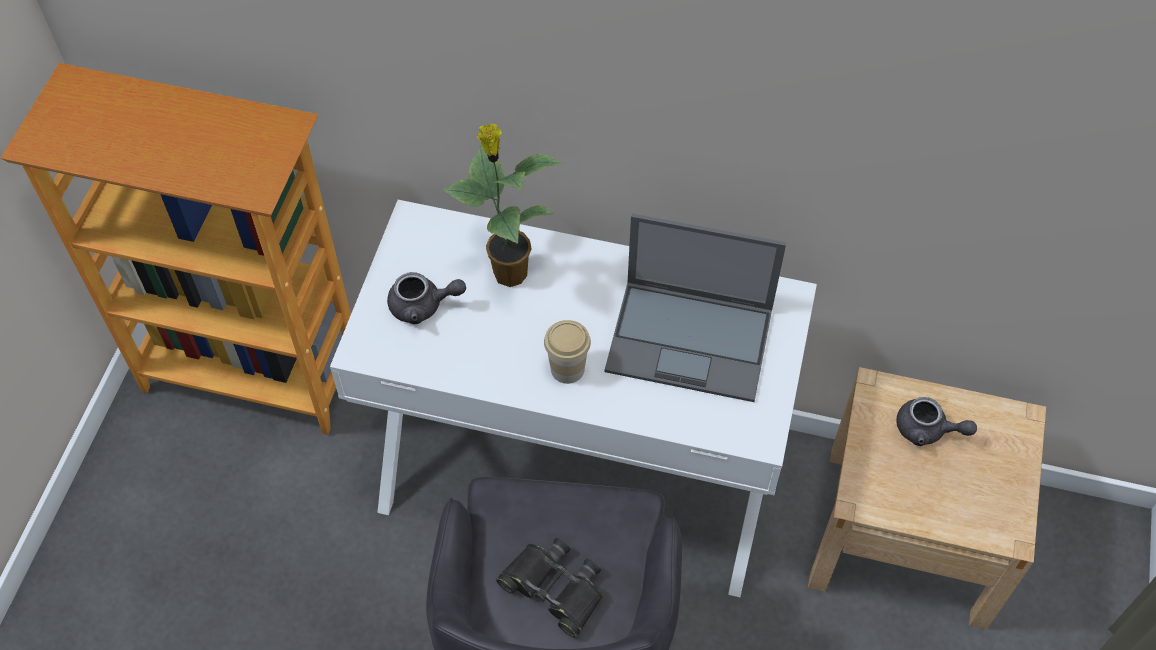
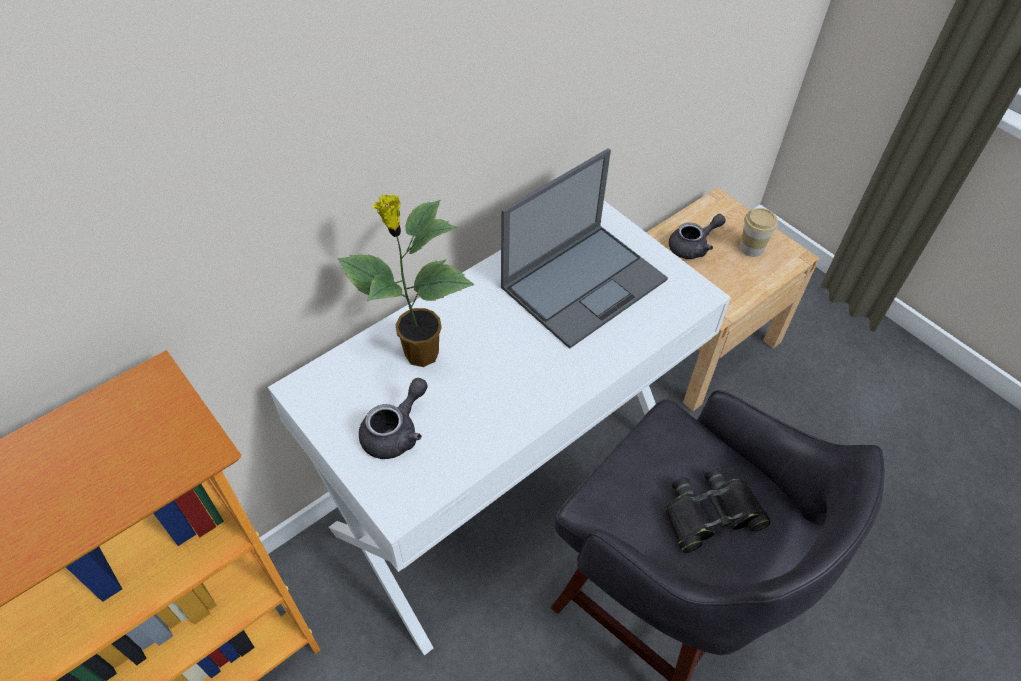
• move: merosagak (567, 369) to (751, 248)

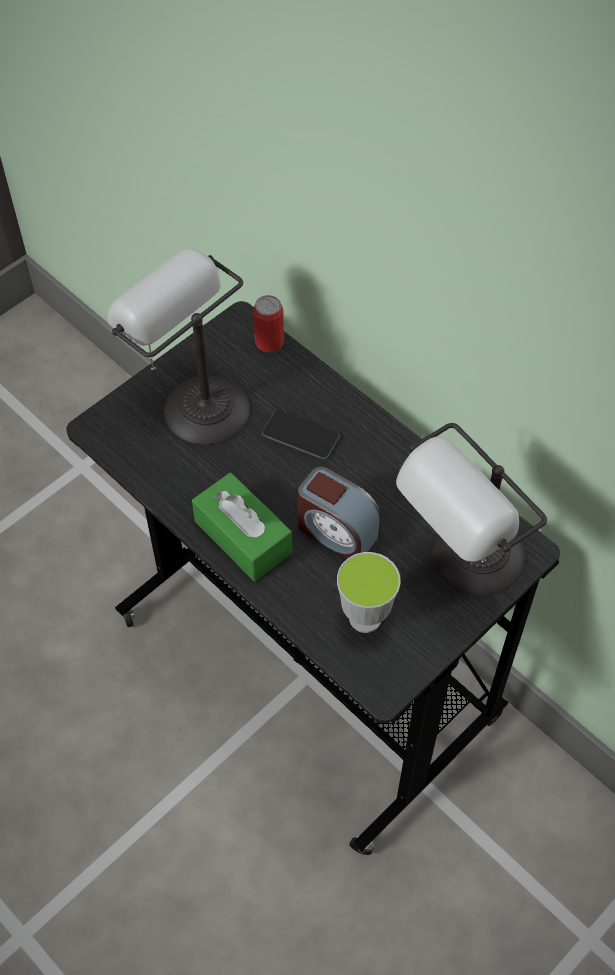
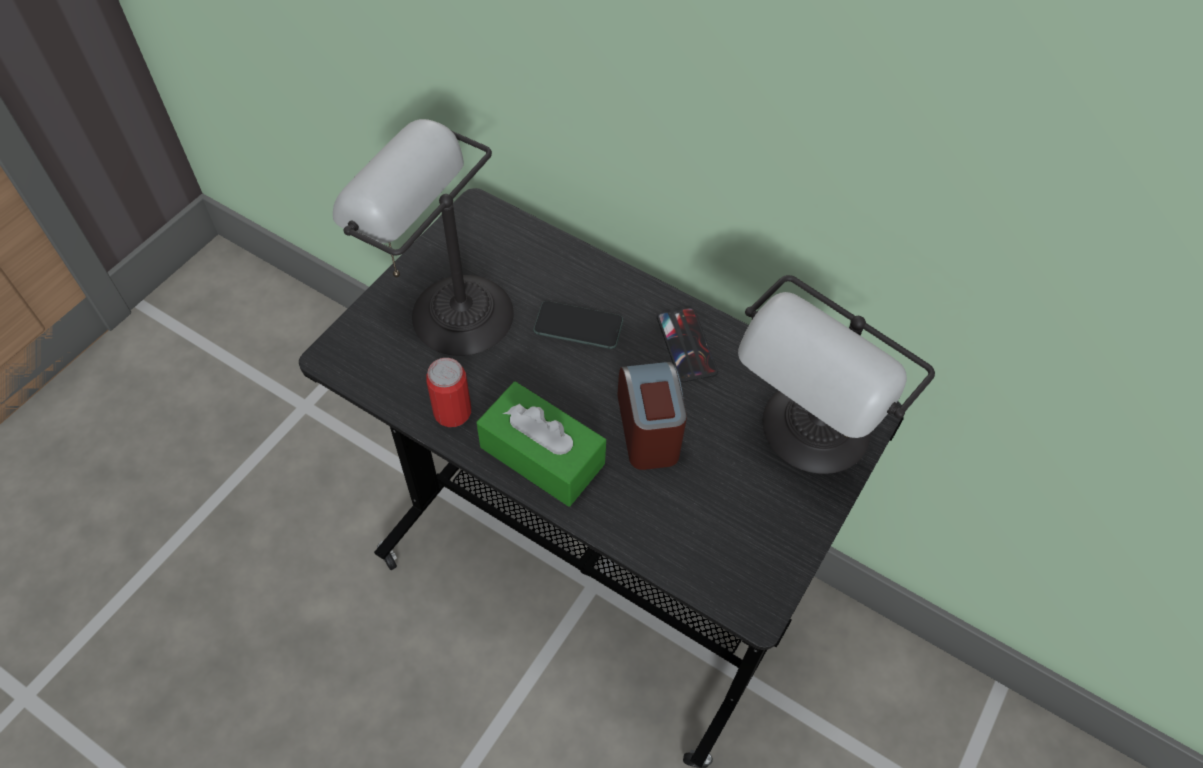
• move: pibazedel (269, 342) to (452, 412)
• rotate: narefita (336, 531) = (649, 429) 120 degrees counterclockwise
• delete: merosagak (365, 618)
• insert: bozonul (686, 345)

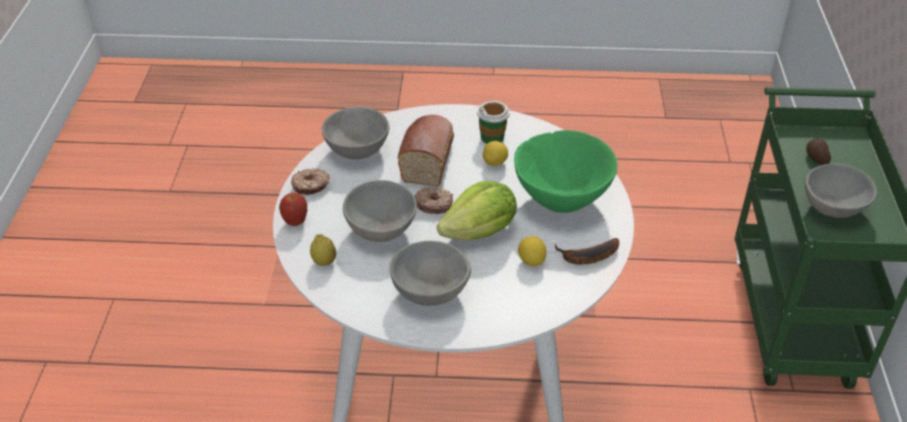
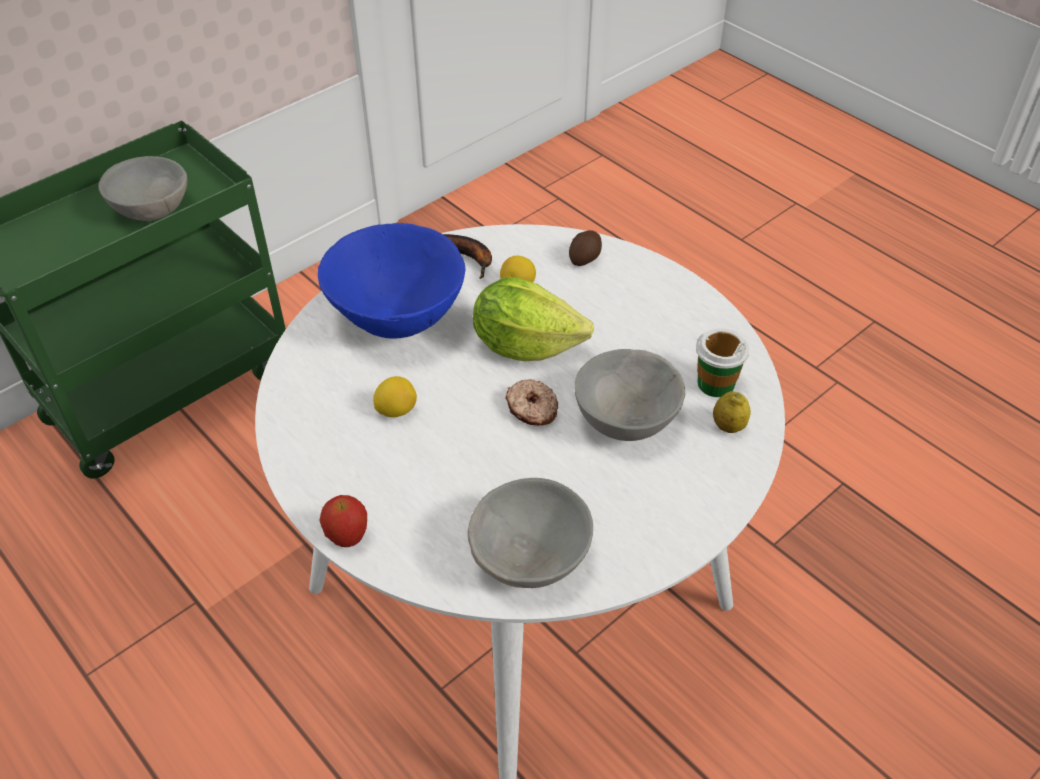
• move: merosagak (492, 137) to (715, 383)
• delete: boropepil (428, 159)
• recolor: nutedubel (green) (562, 199) to nutedubel (blue) (397, 320)
• move: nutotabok (815, 158) to (586, 257)
• delete: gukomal (310, 186)
• move: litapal (295, 222) to (347, 538)
• delete: nutedubel (grey) (430, 291)

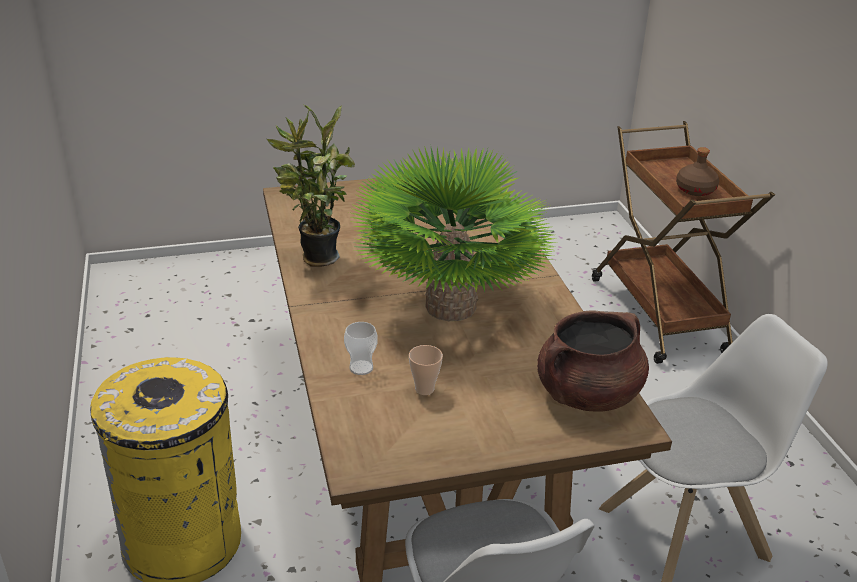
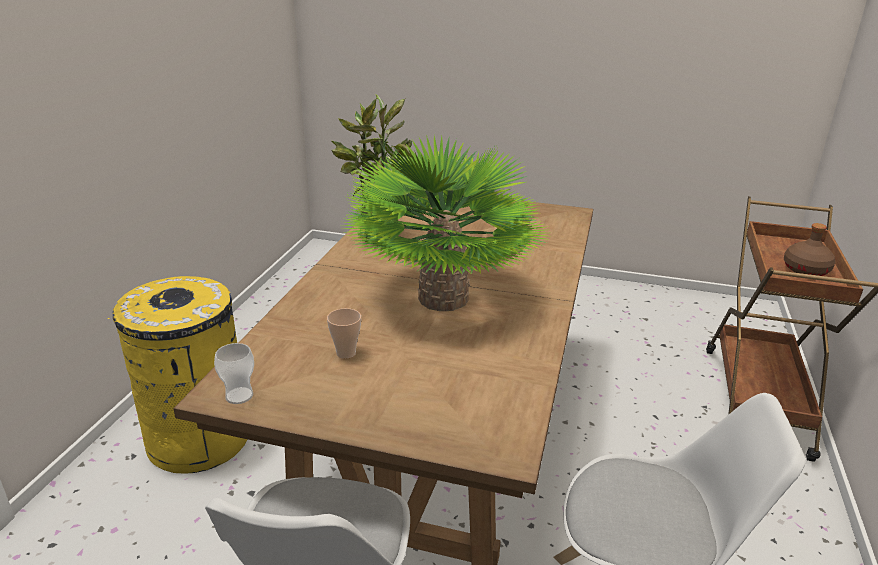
• delete: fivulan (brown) (587, 395)
• move: merosagak (361, 368) to (239, 396)

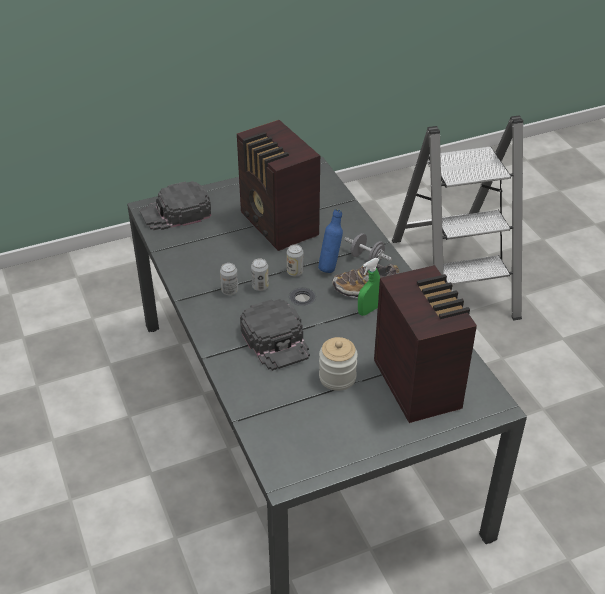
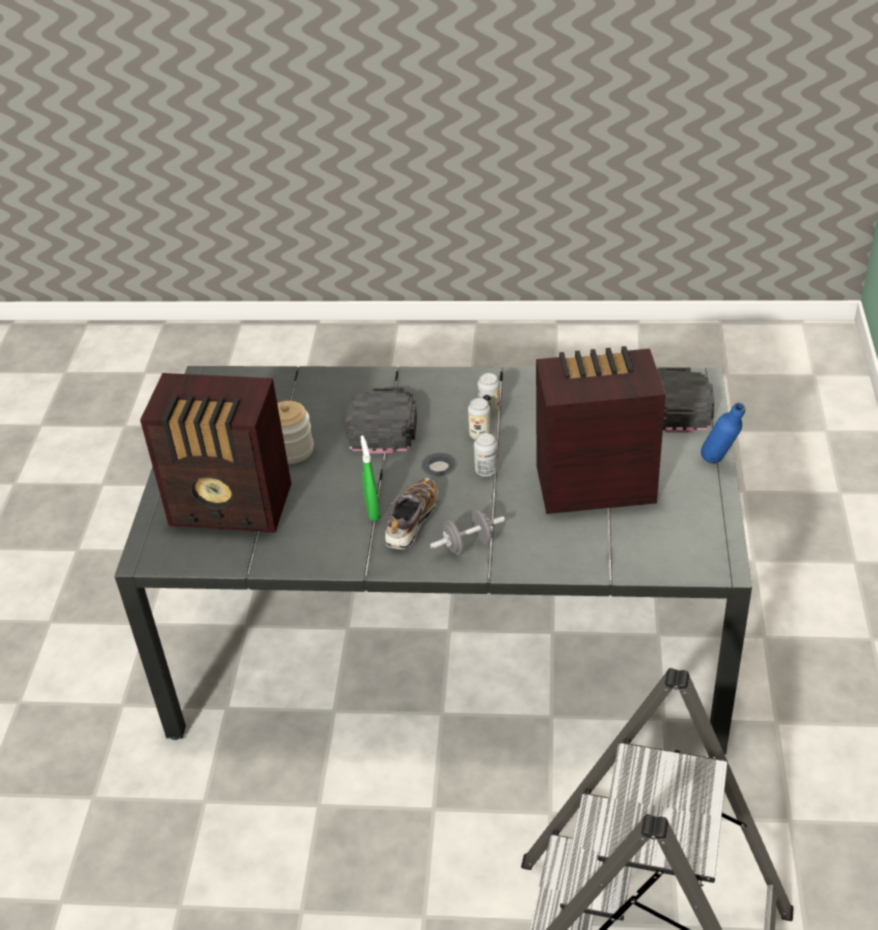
• move: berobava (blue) (330, 267) to (719, 464)
• rotate: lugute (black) (276, 340) = (382, 422) 90 degrees clockwise

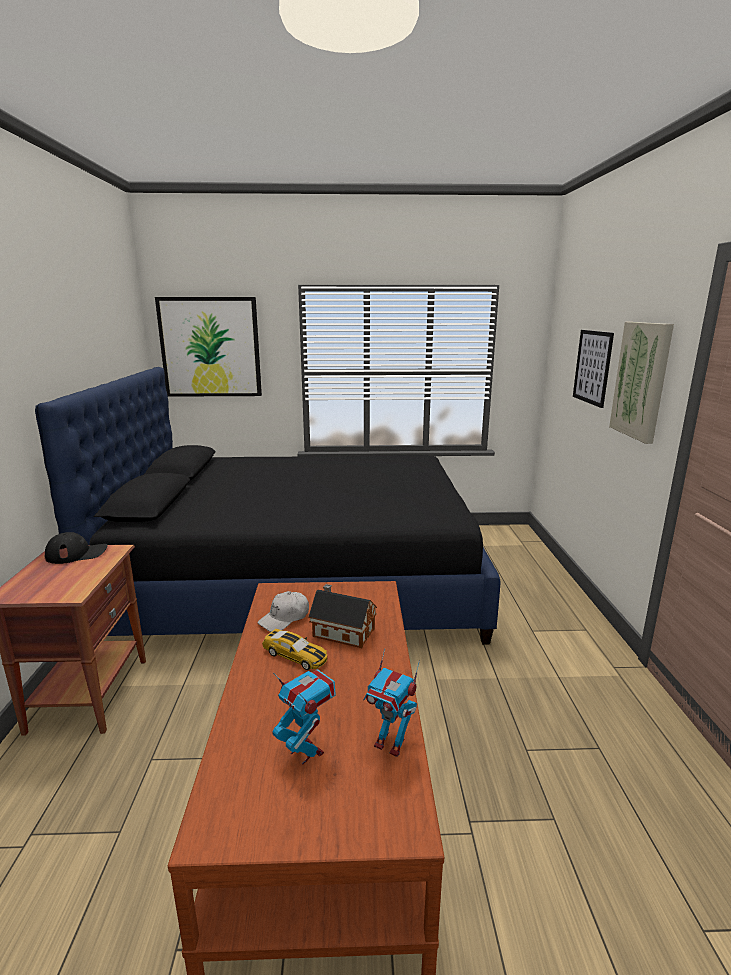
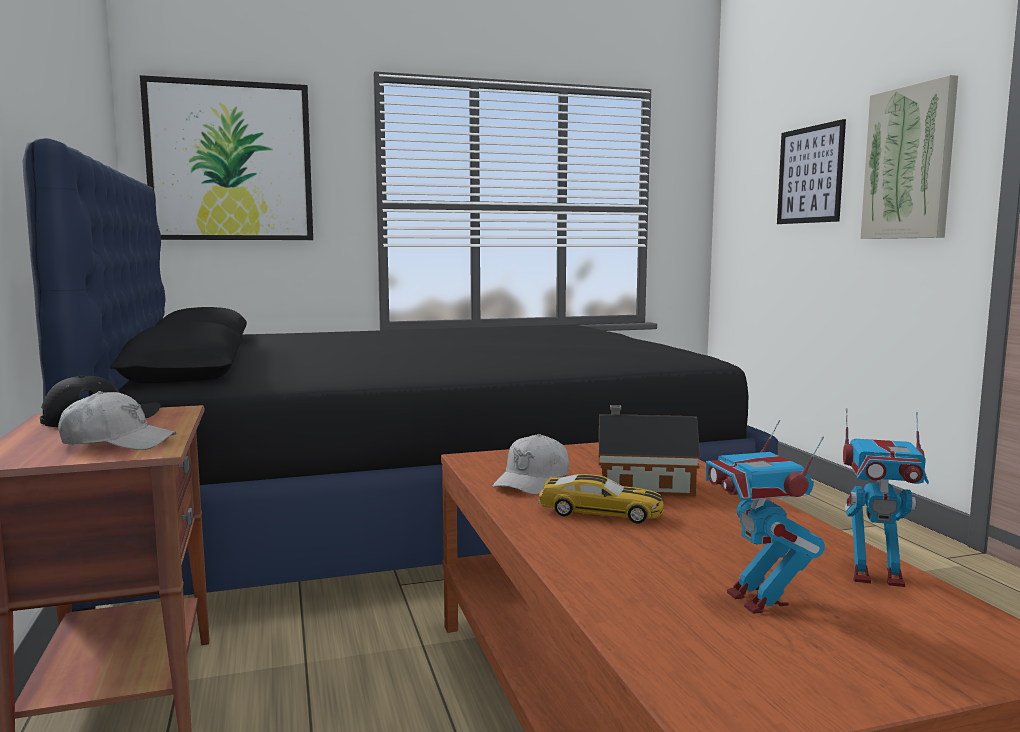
• rotate: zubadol (306, 751) = (758, 600) 135 degrees counterclockwise
• insert: lugute (white) (118, 442)

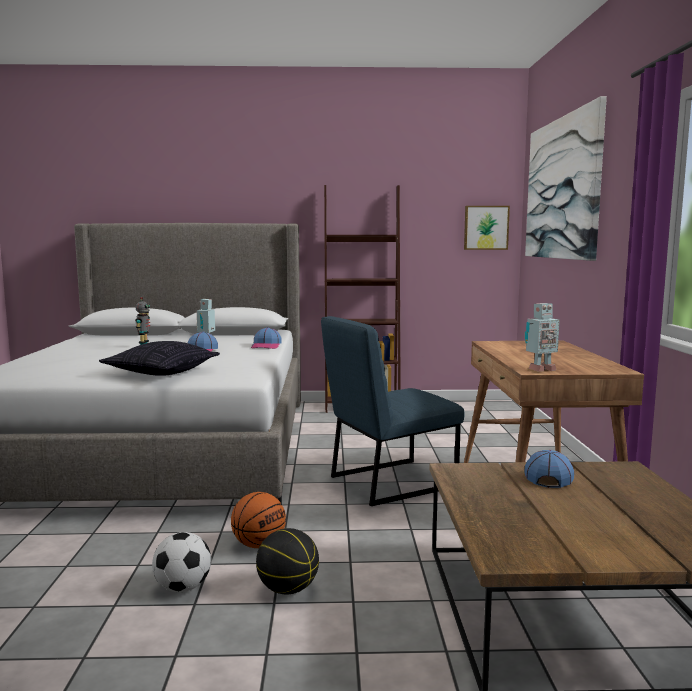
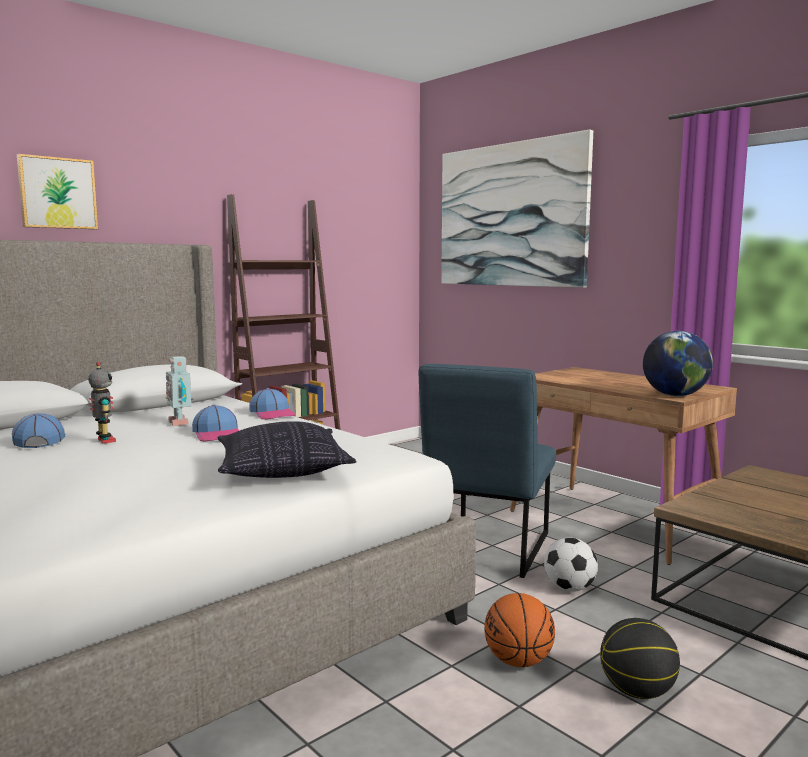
• move: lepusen (486, 227) to (57, 193)
• replace: zubadol (540, 369) to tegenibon (675, 395)
• move: lugute (548, 476) to (40, 440)
• move: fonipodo (183, 587) to (569, 588)

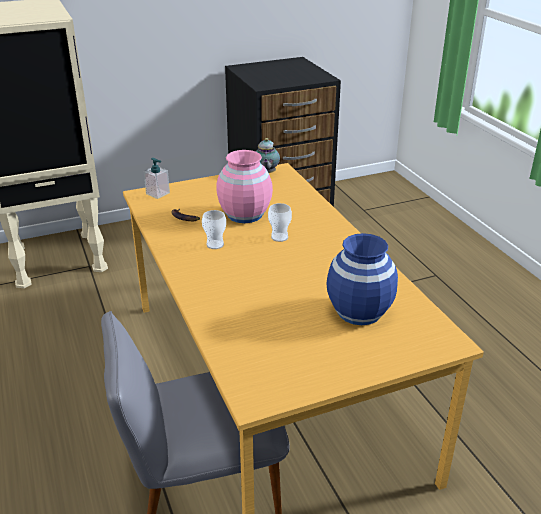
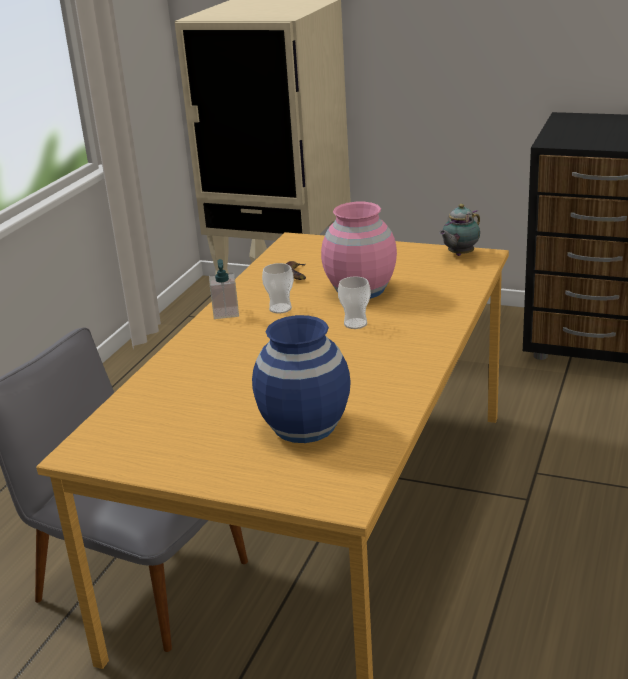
• move: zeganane (158, 193) to (226, 313)

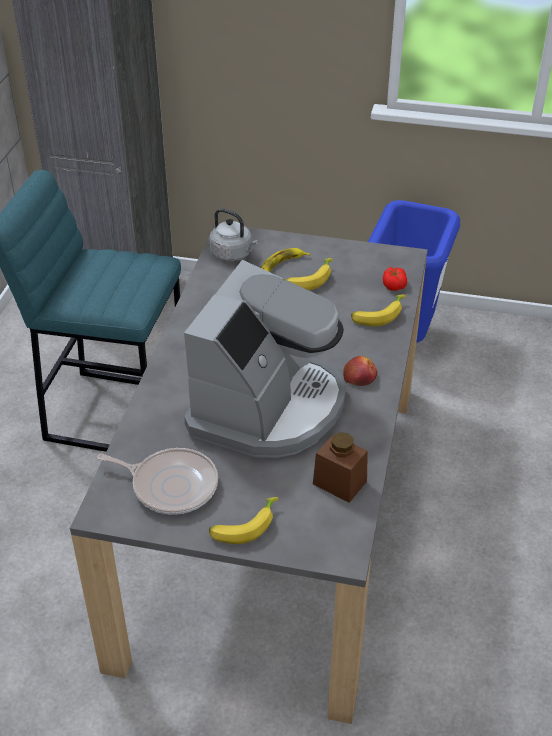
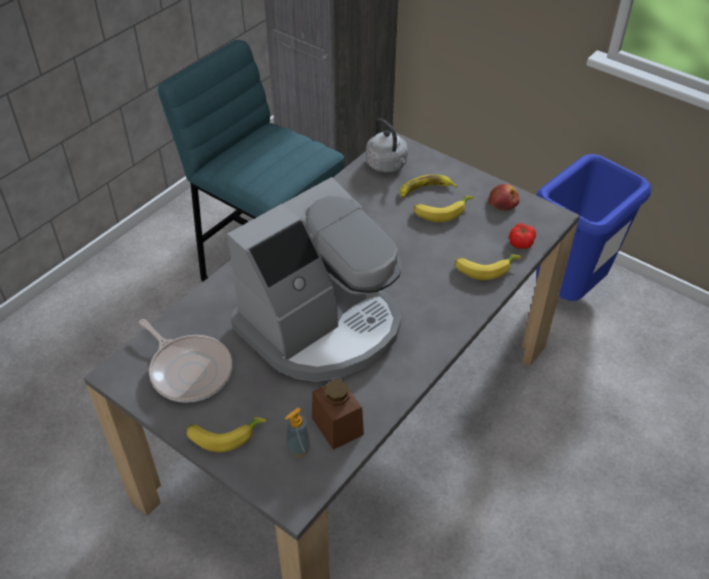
• move: litapal (360, 377) to (503, 203)
• insert: zeganane (298, 448)

